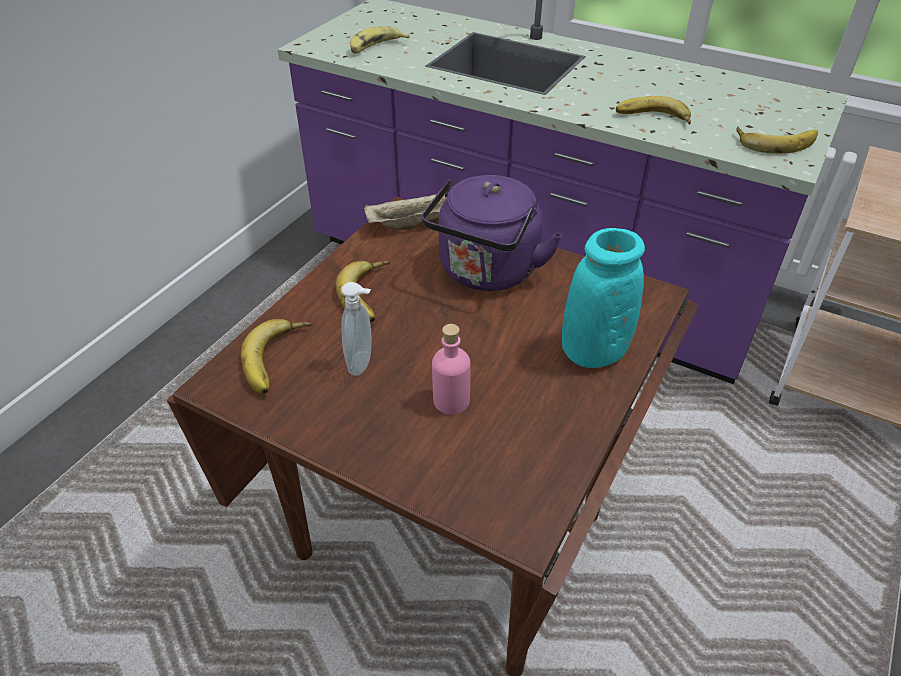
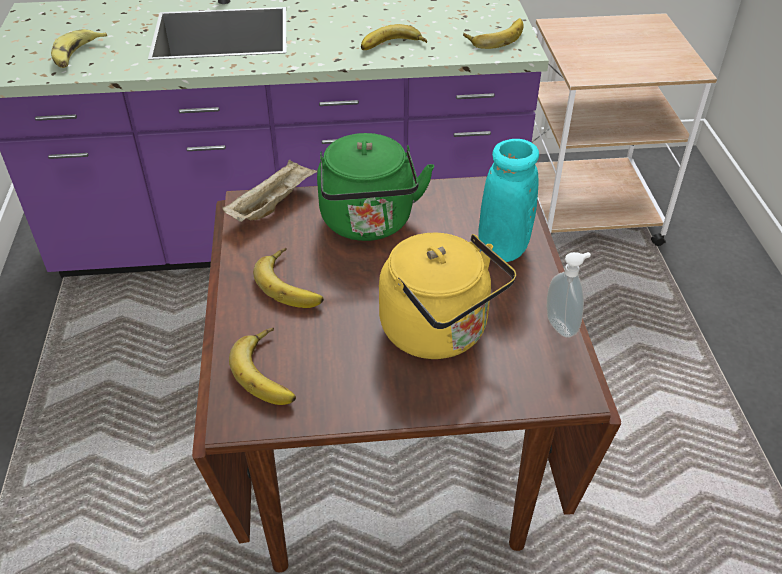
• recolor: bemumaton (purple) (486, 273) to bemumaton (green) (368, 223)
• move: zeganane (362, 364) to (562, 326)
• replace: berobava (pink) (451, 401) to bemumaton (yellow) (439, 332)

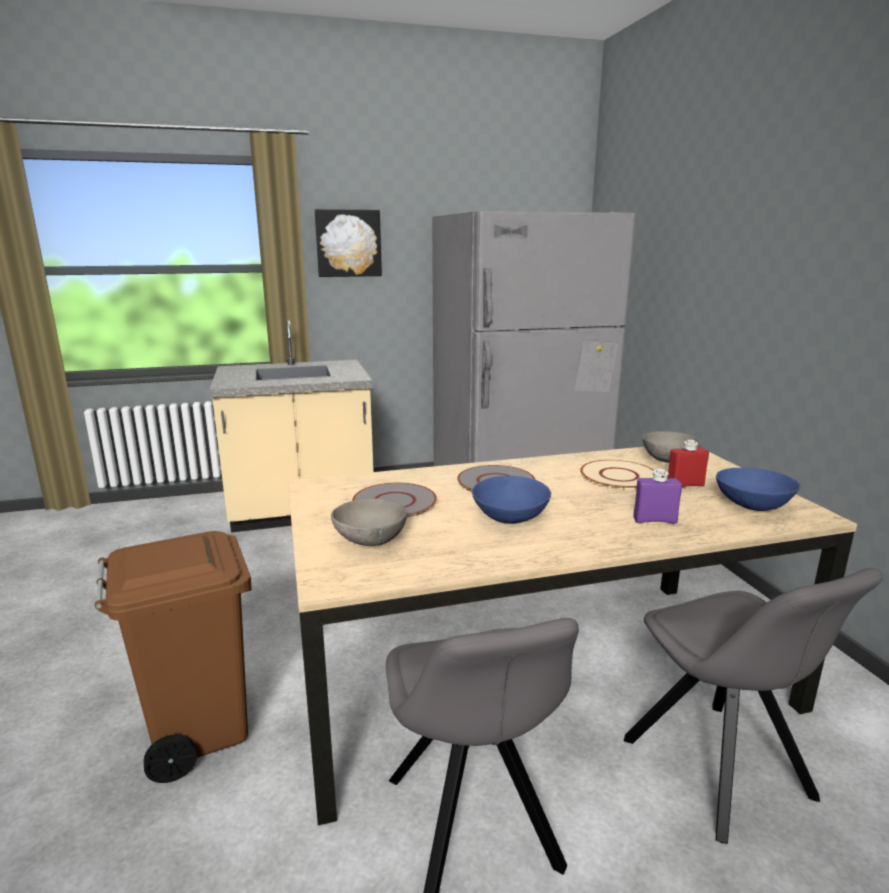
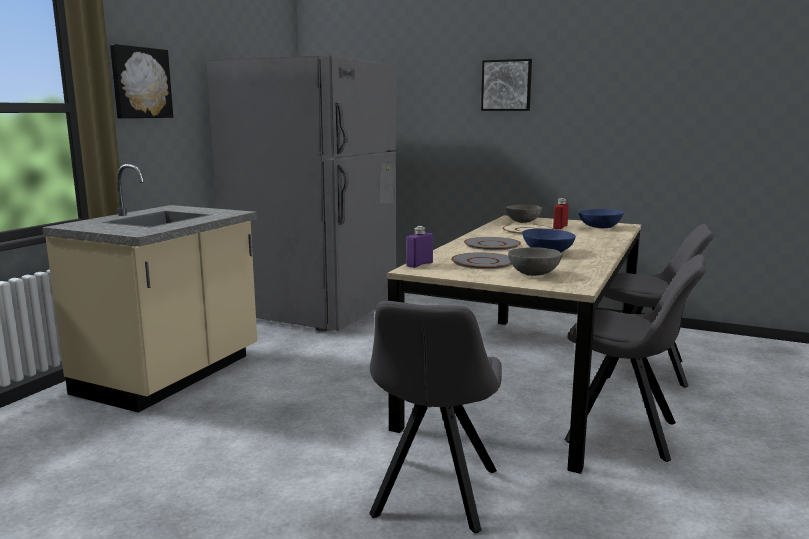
• move: berobava (purple) (654, 520) to (419, 264)
• replace: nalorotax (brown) (198, 729) to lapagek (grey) (434, 493)
• insert: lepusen (506, 85)

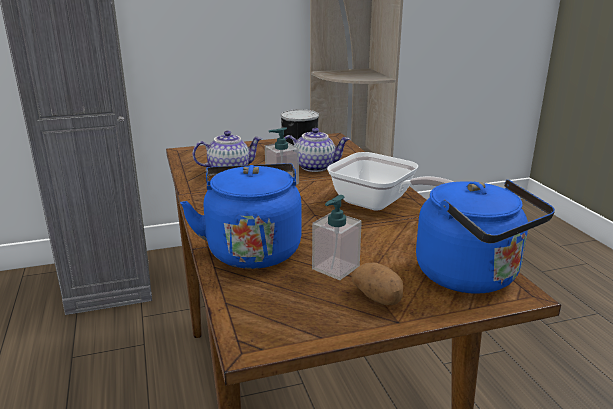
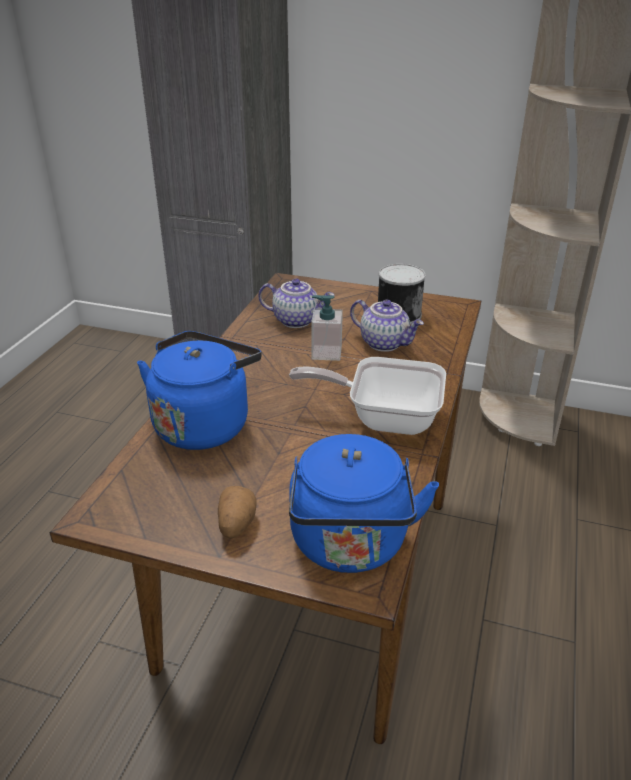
• rotate: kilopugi (379, 204) = (384, 418) 120 degrees clockwise
• delete: zeganane (335, 268)

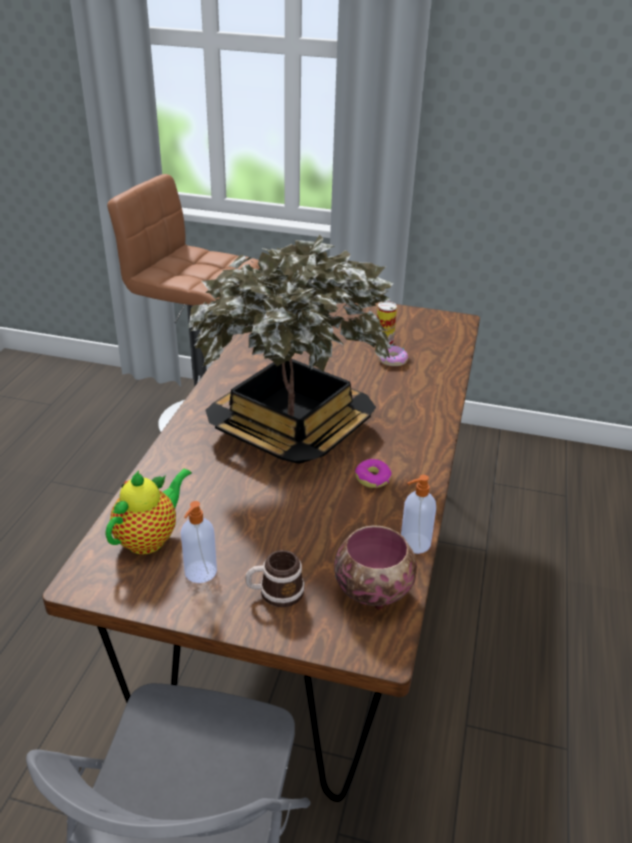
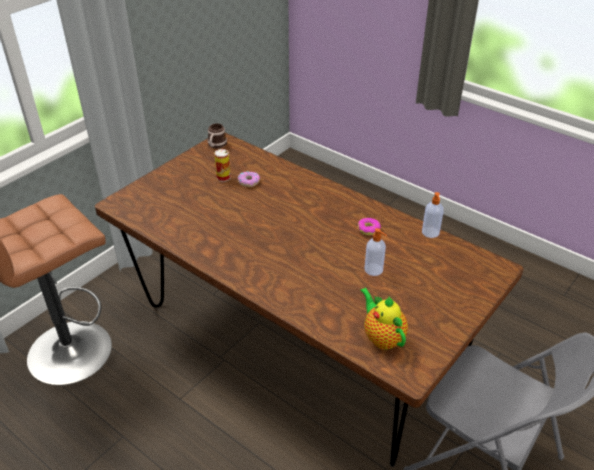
• delete: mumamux (290, 429)
• move: zeganane (200, 572) to (374, 270)
• delete: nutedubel (373, 590)
• move: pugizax (275, 592) to (216, 145)

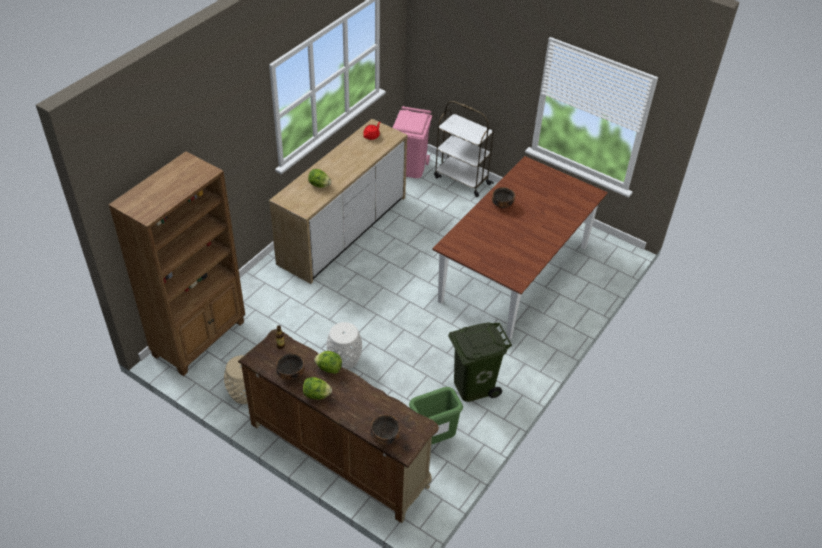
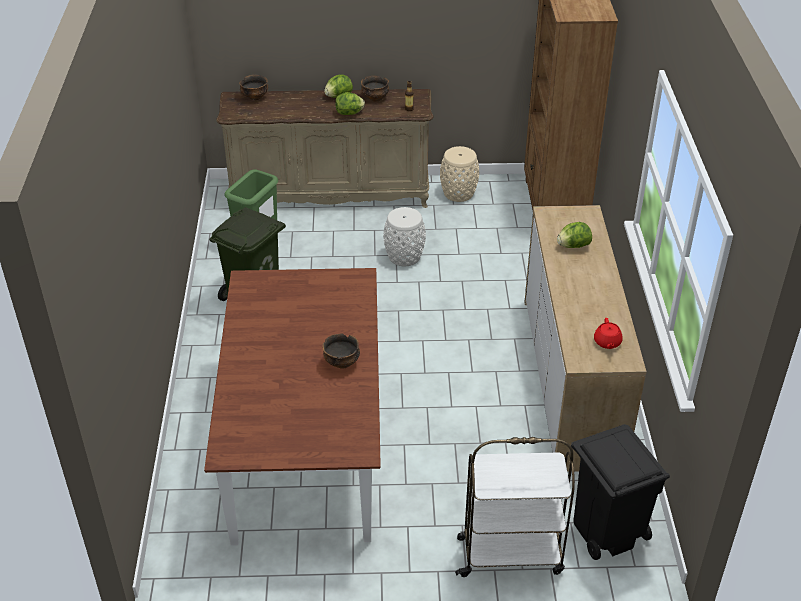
• recolor: nalorotax (pink) (410, 167) to nalorotax (black) (607, 531)

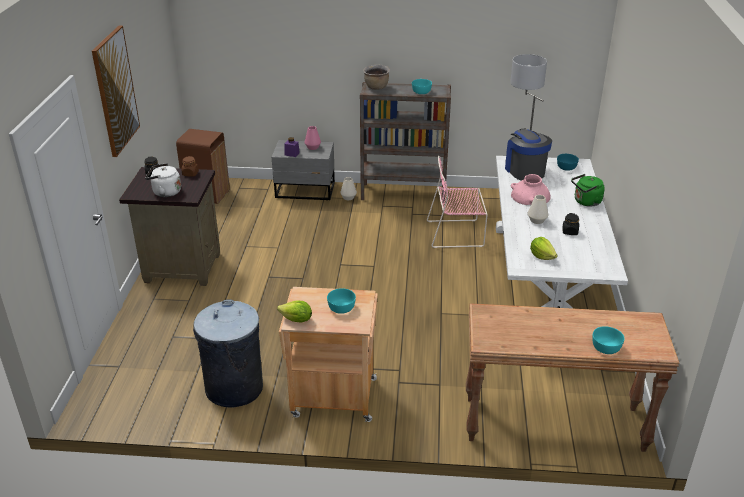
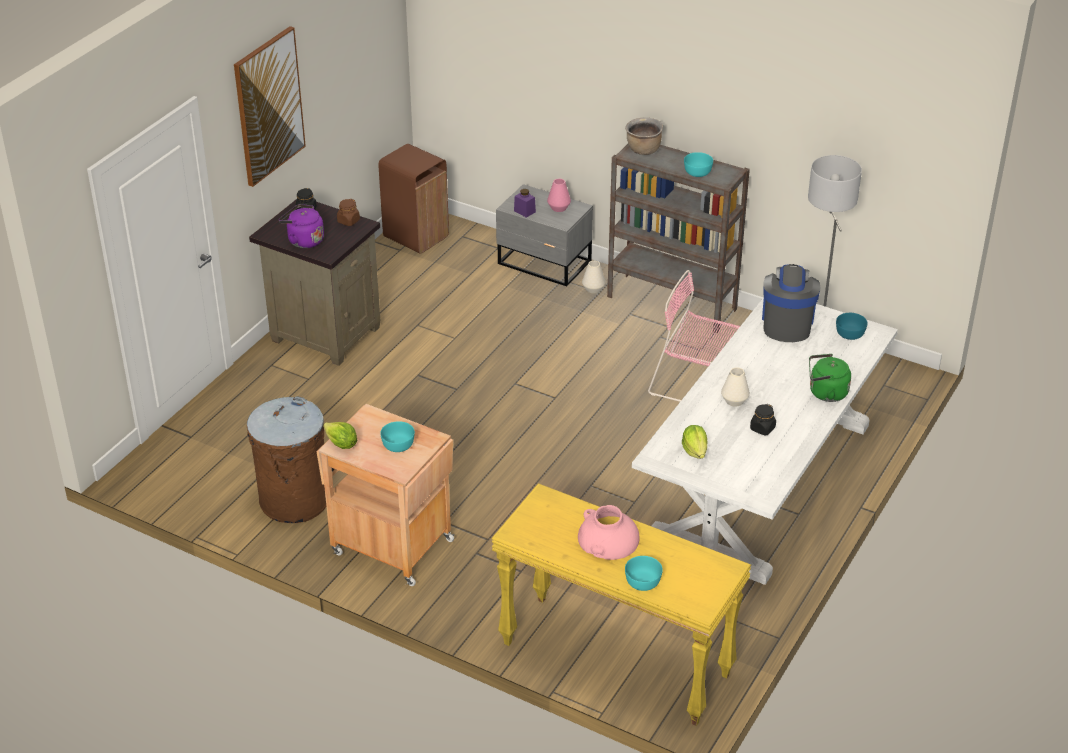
• recolor: bemumaton (white) (165, 192) to bemumaton (purple) (303, 240)
• move: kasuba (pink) (530, 197) to (608, 539)
• recolor: nalorotax (grey) (234, 388) to nalorotax (brown) (293, 500)
• recolor: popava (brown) (553, 425) to popava (yellow) (614, 660)

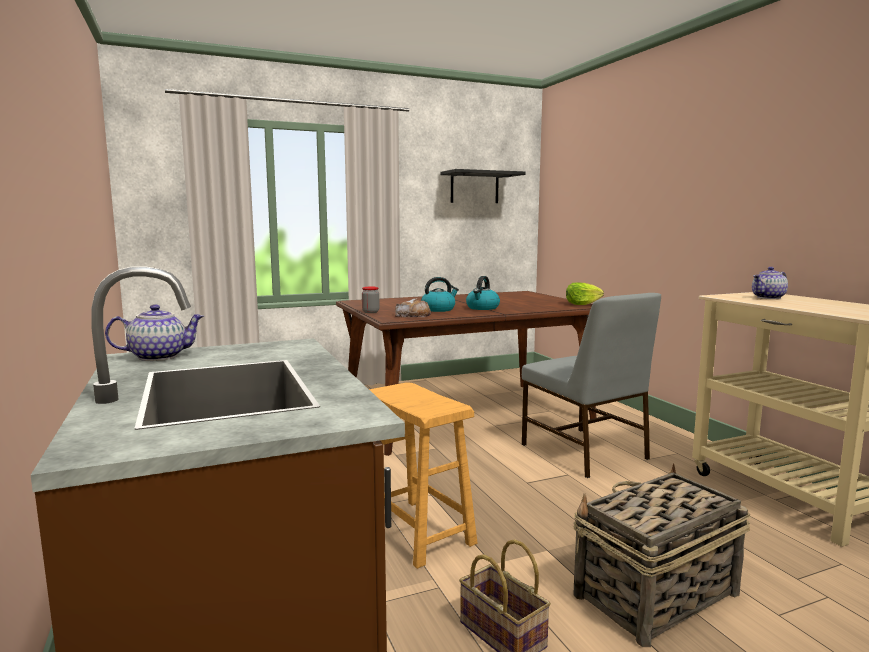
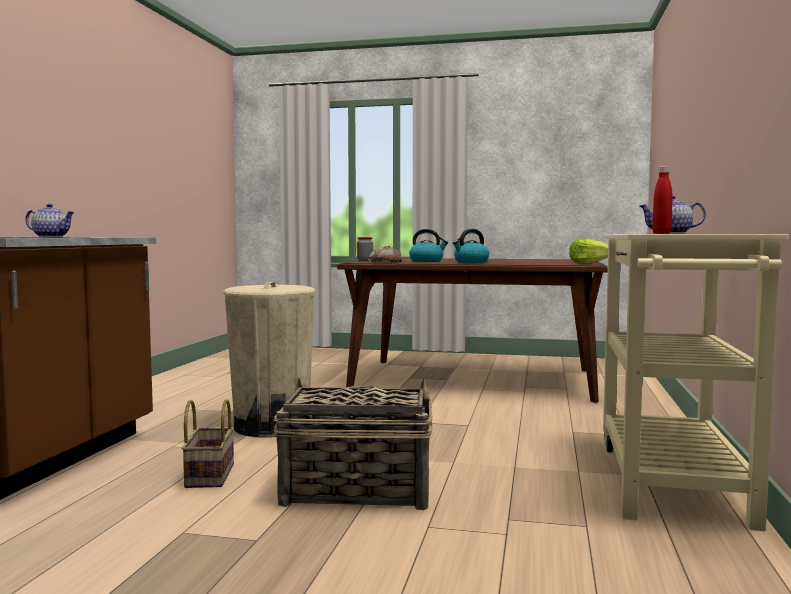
• delete: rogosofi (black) (474, 188)
• delete: lapagek (grey) (584, 452)
• replace: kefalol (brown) (416, 531) to nalorotax (beige) (272, 426)
• insert: berobava (red) (661, 233)

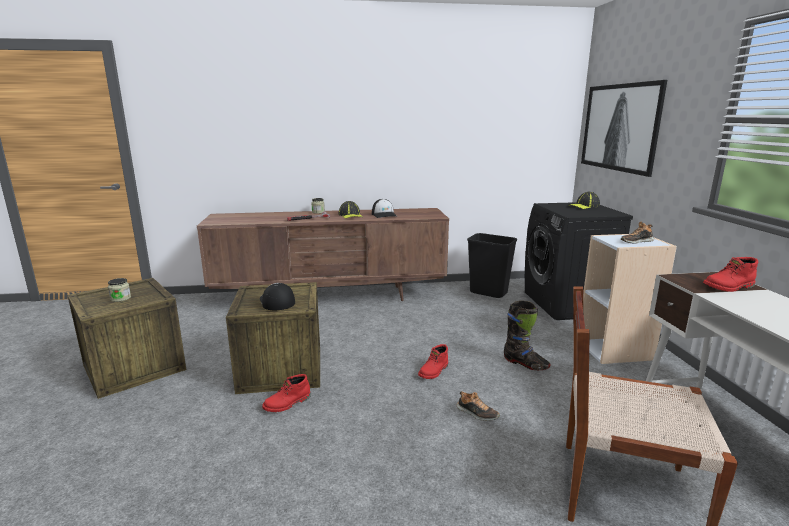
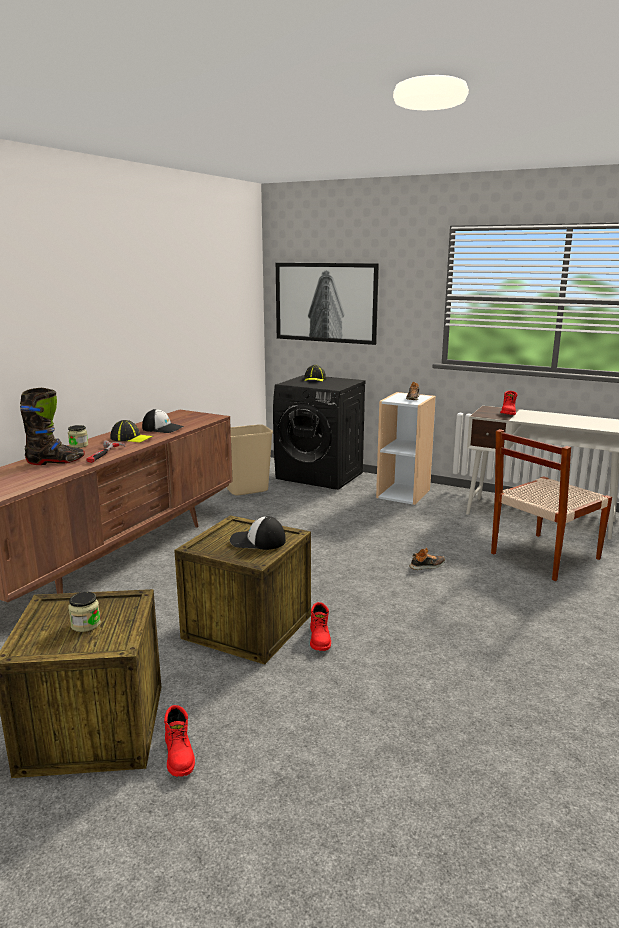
• recolor: nalorotax (black) (488, 293) to nalorotax (beige) (247, 490)
• move: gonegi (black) (525, 364) to (56, 462)
• move: gonegi (red) (434, 371) to (180, 755)

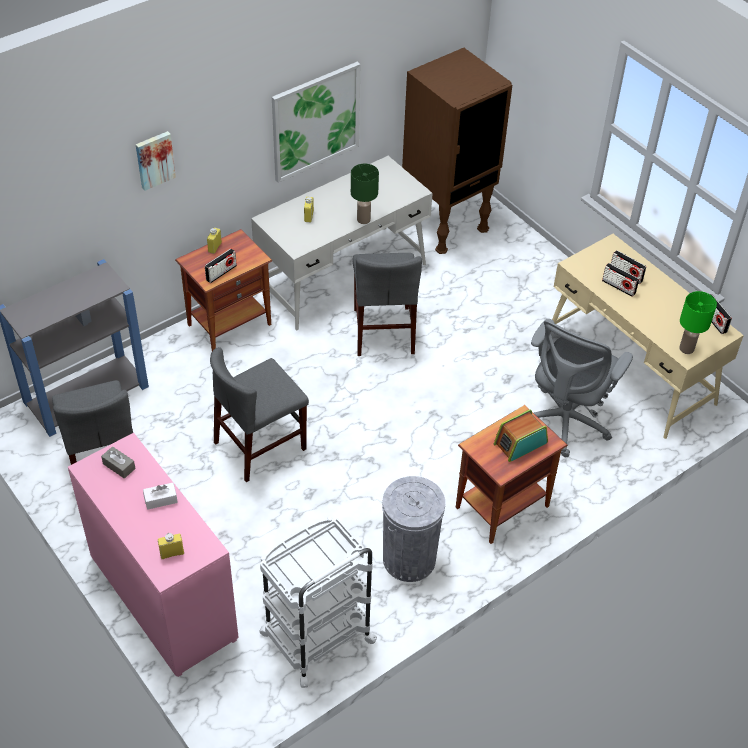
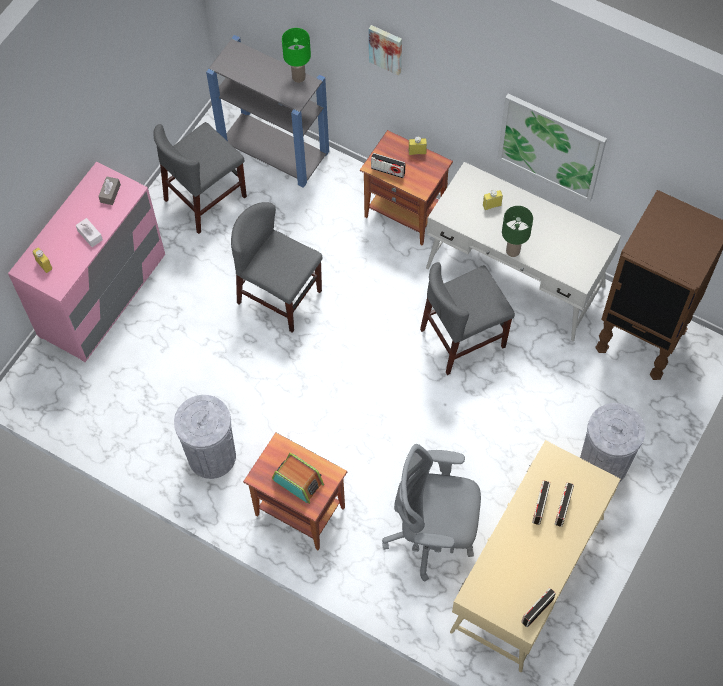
• move: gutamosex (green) (687, 348) to (299, 77)
• delete: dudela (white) (317, 636)
• insert: nalorotax (grey) (603, 464)

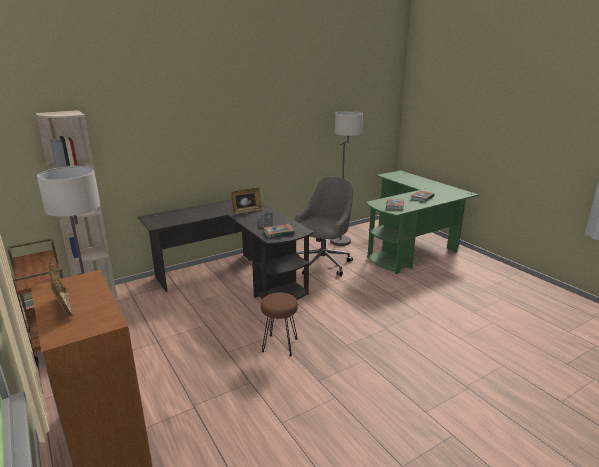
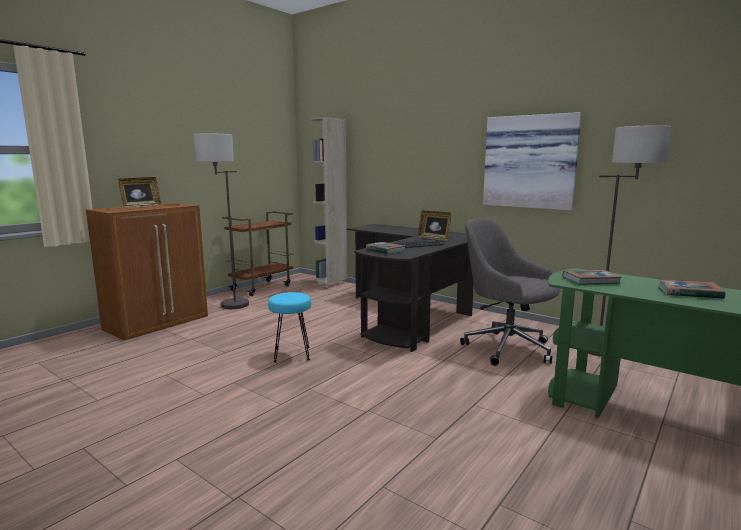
• rotate: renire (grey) (323, 263) = (506, 348) 150 degrees counterclockwise
• recolor: kefalol (brown) (279, 345) to kefalol (turquoise) (291, 354)
• insert: lepusen (530, 162)

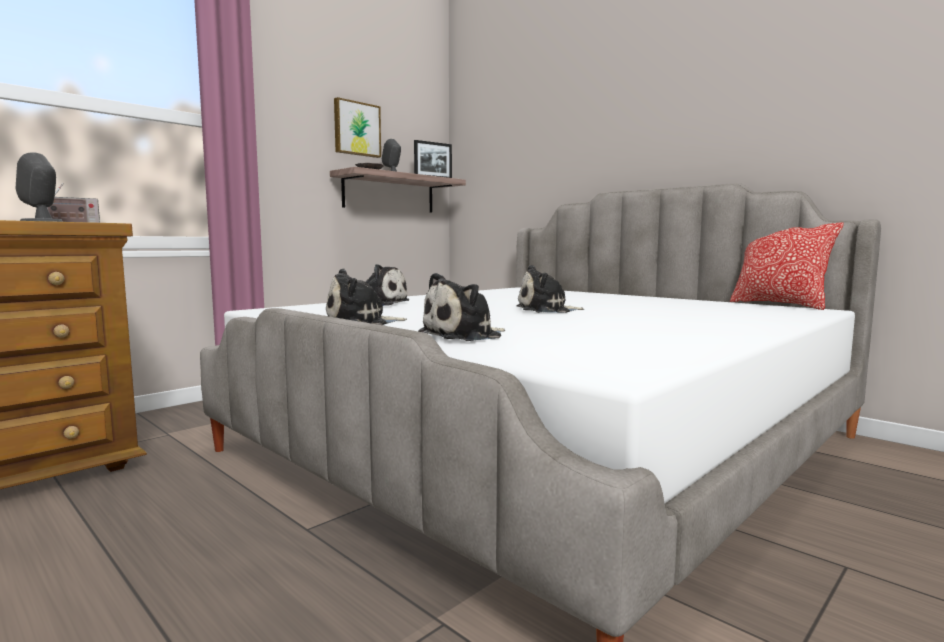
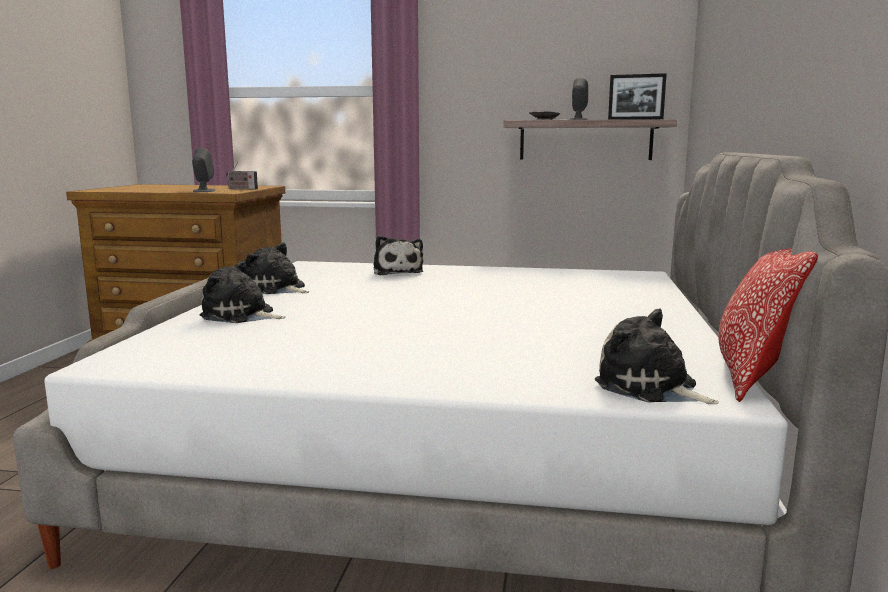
• delete: lepusen (356, 129)
• move: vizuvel (546, 310) to (650, 388)

